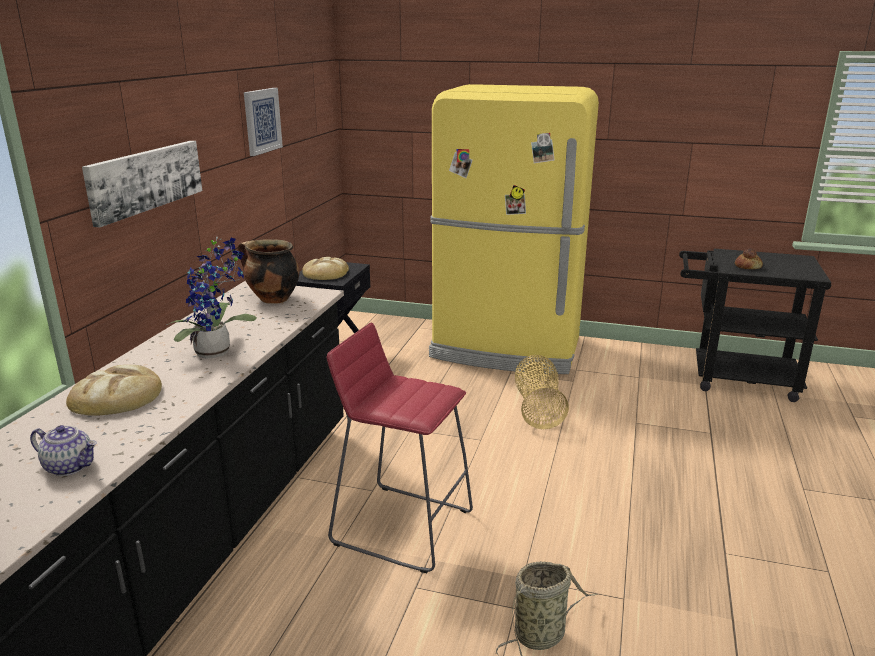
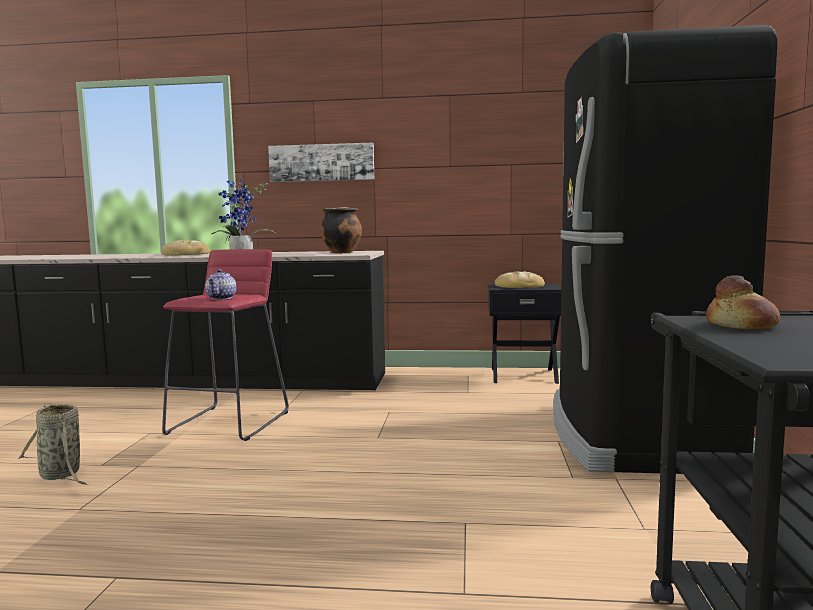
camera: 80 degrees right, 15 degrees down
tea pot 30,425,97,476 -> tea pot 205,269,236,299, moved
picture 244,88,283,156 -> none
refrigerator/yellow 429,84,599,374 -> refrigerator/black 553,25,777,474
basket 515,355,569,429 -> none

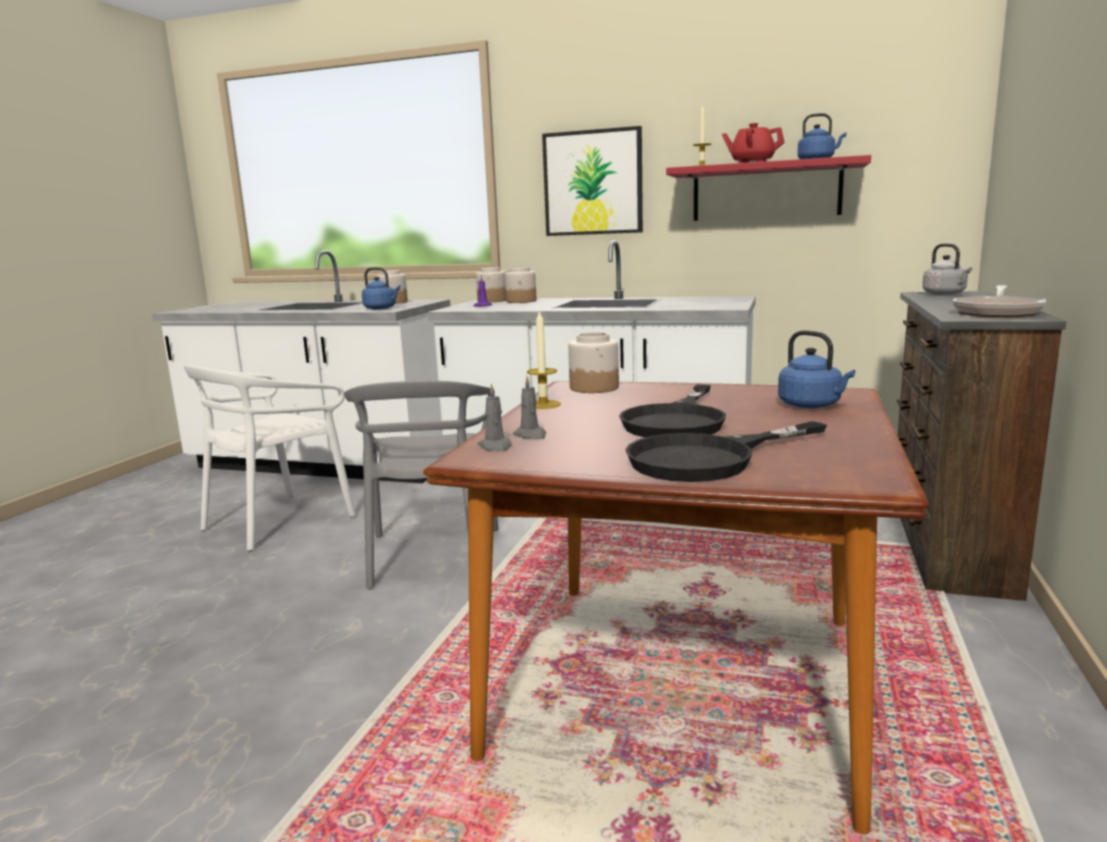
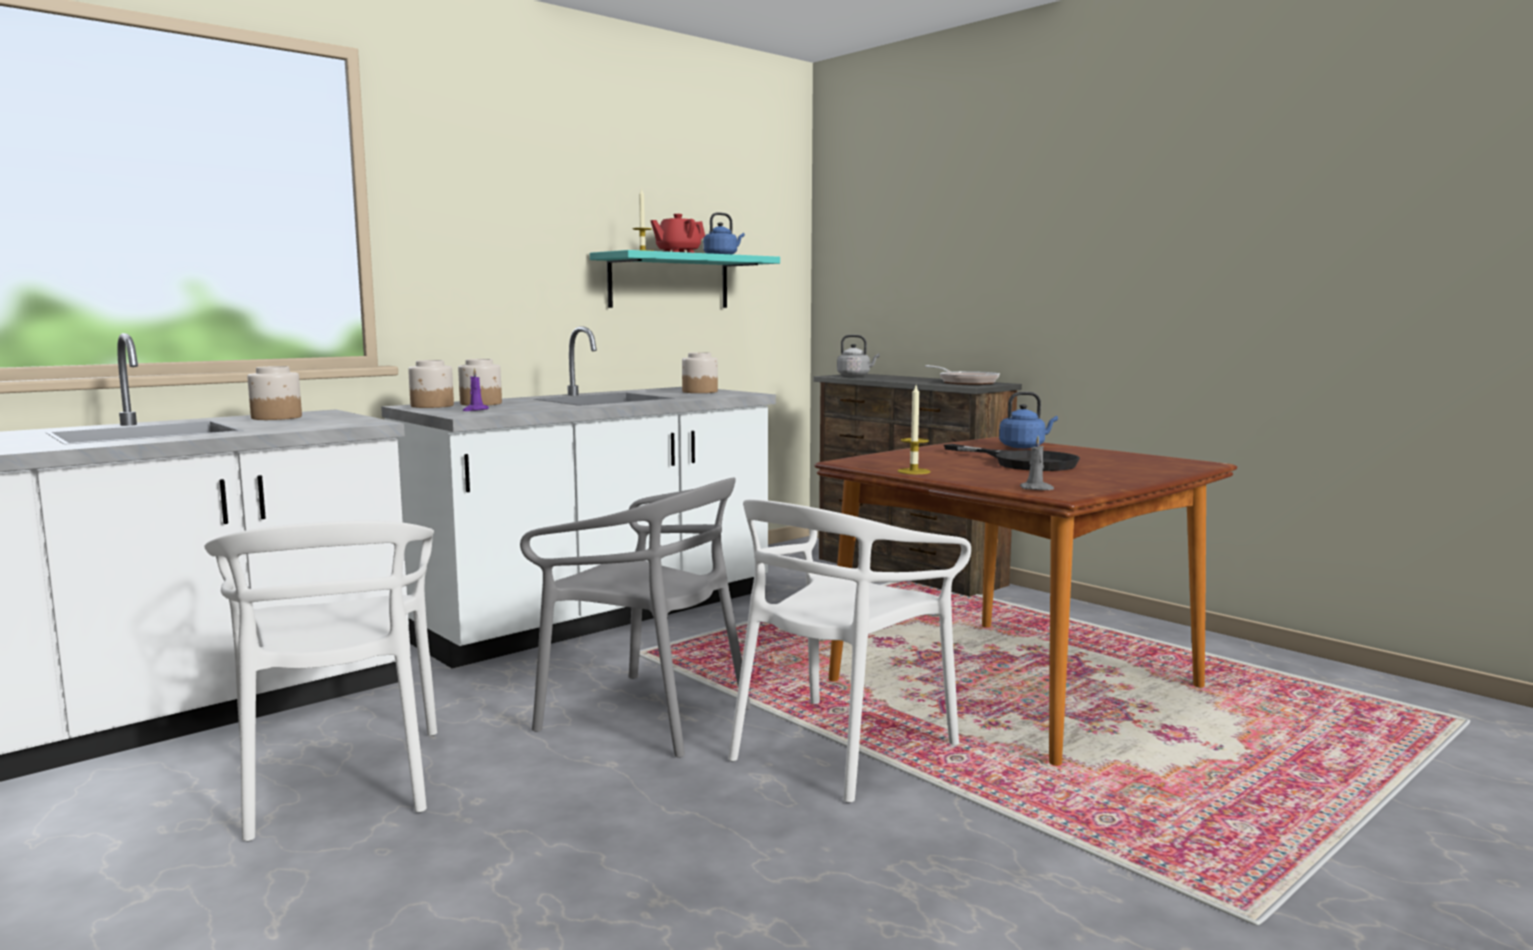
camera: 60 degrees left, 5 degrees down
kettle/blue 362,267,401,310 -> none
wax light/grey 513,375,546,439 -> none
picture 542,126,643,236 -> none
jar 568,332,619,393 -> jar 682,352,718,393, moved
frying pan/black 625,421,827,482 -> none
shelf/reddish 666,155,871,221 -> shelf/blue-green 590,250,780,308
none -> plain chair/white-coloured 728,499,971,803

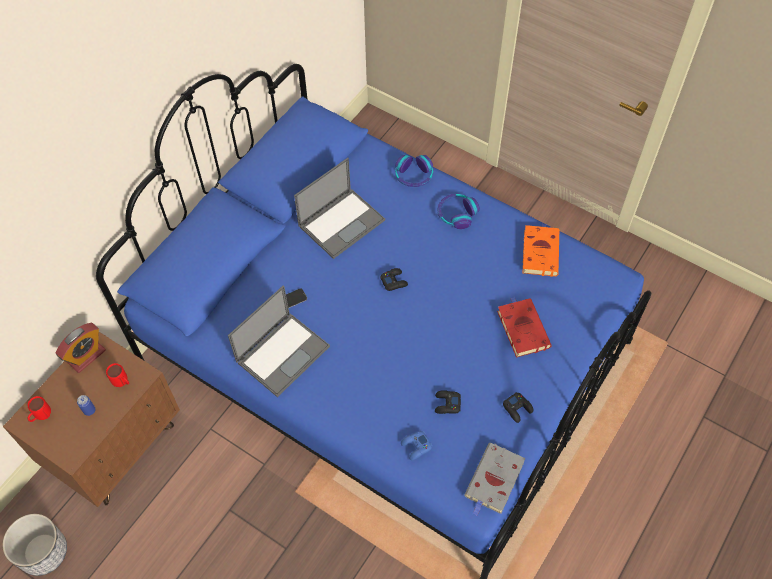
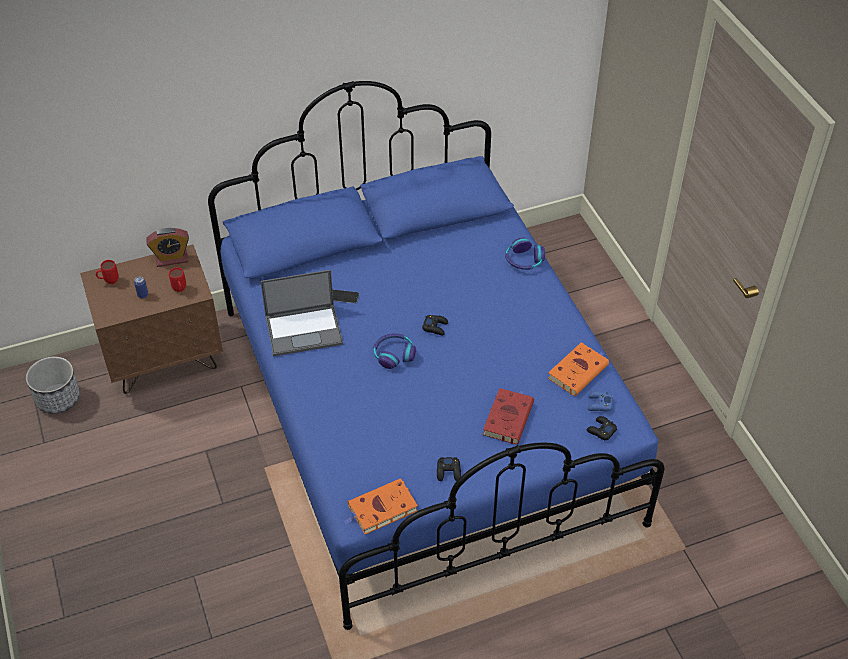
camera: 35 degrees right, 10 degrees down
notebook computer 294,158,385,259 -> none
joypad/blue 401,431,432,460 -> joypad/blue 588,391,613,412, moved
joypad/black 435,390,461,414 -> joypad/black 587,416,617,440, moved
pair of headphones 438,194,480,229 -> pair of headphones 373,333,416,369, moved
volume/grey 464,443,525,516 -> volume/orange-coloured 344,478,418,534

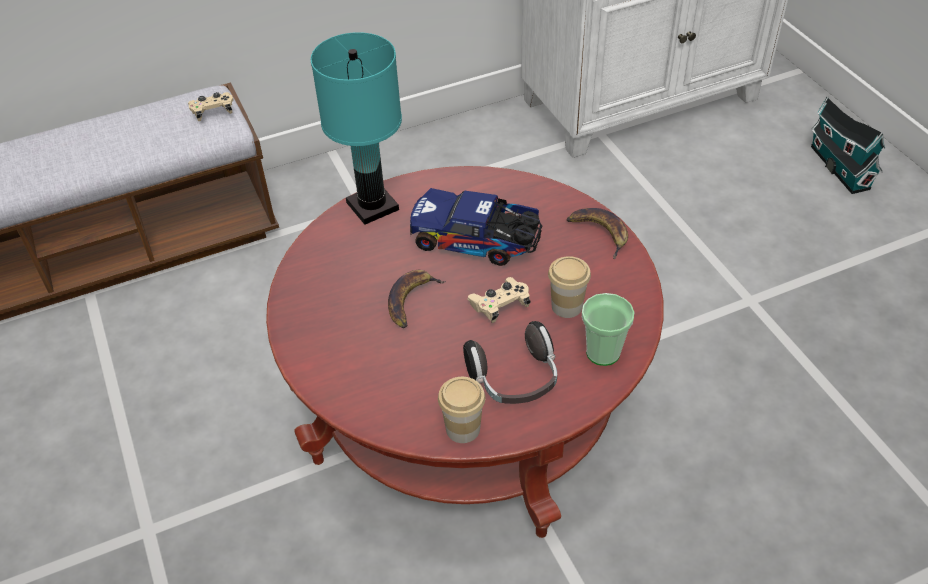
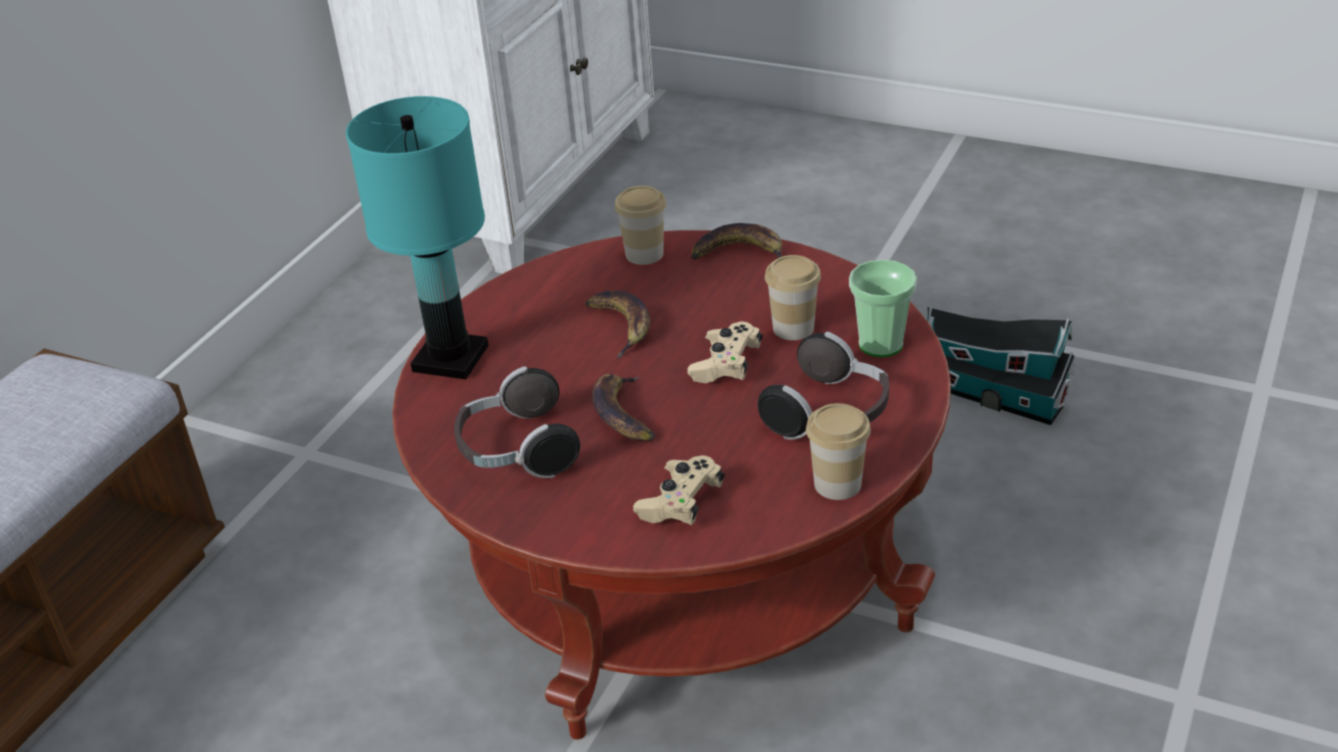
camera: 40 degrees left, 10 degrees down
joypad/beige 188,92,233,121 -> joypad/beige 633,455,725,525, moved
toy truck 410,188,542,266 -> banana fruit 585,291,650,358
miniature house 811,97,885,194 -> miniature house 926,306,1074,425, moved
none -> pair of headphones 454,366,580,478
none -> small cup 615,186,666,265

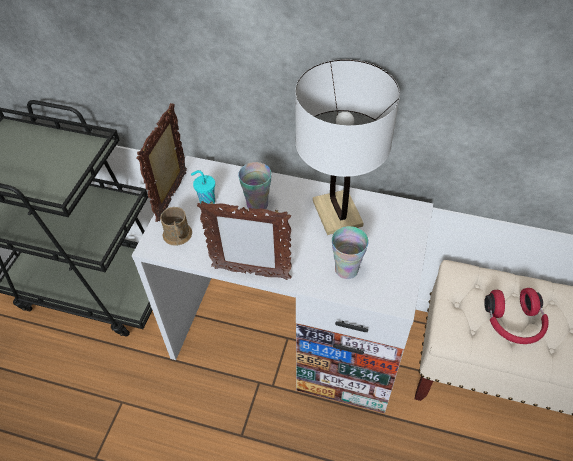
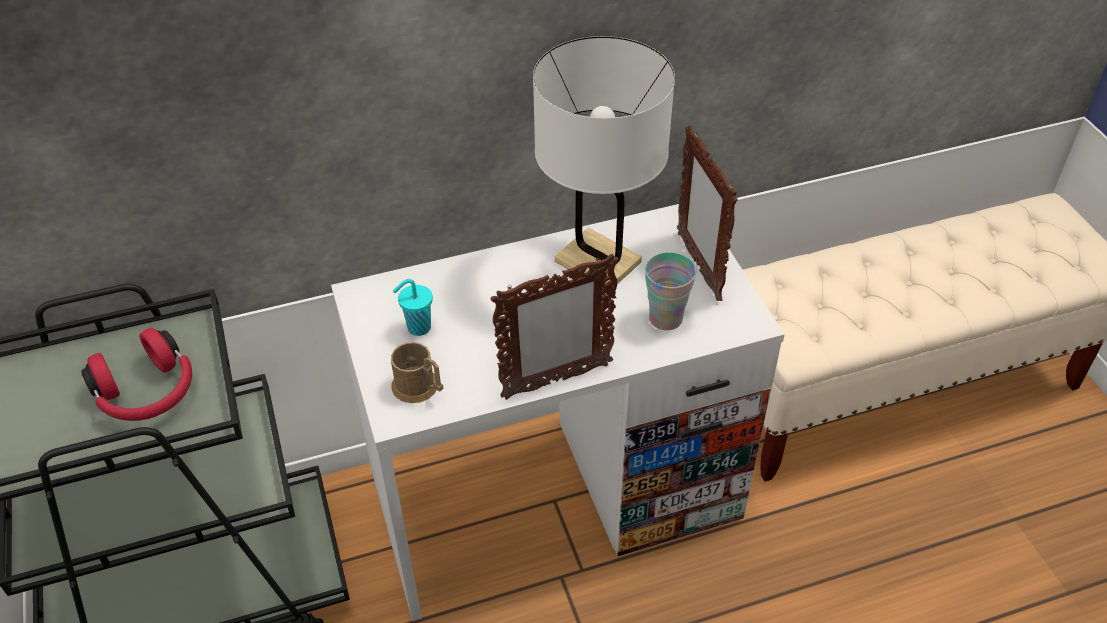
camera: 35 degrees left, 5 degrees down
standing frame 136,103,187,222 -> standing frame 677,125,738,301, moved
small cup 238,162,272,209 -> none
pair of headphones/reddish 484,288,549,344 -> pair of headphones/reddish 81,328,192,421, moved

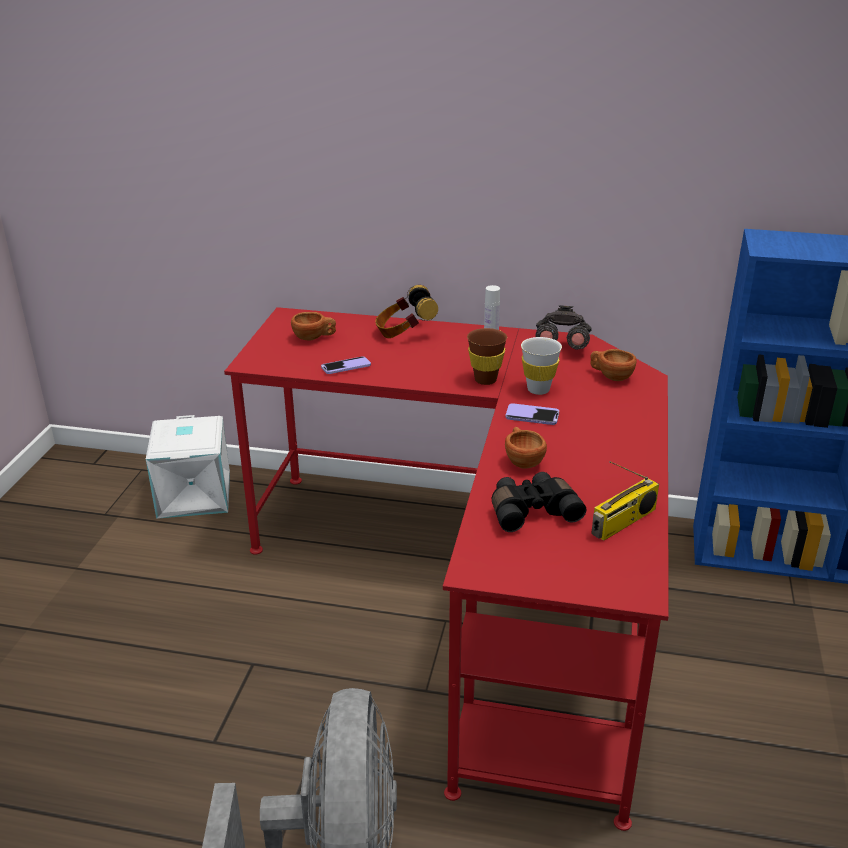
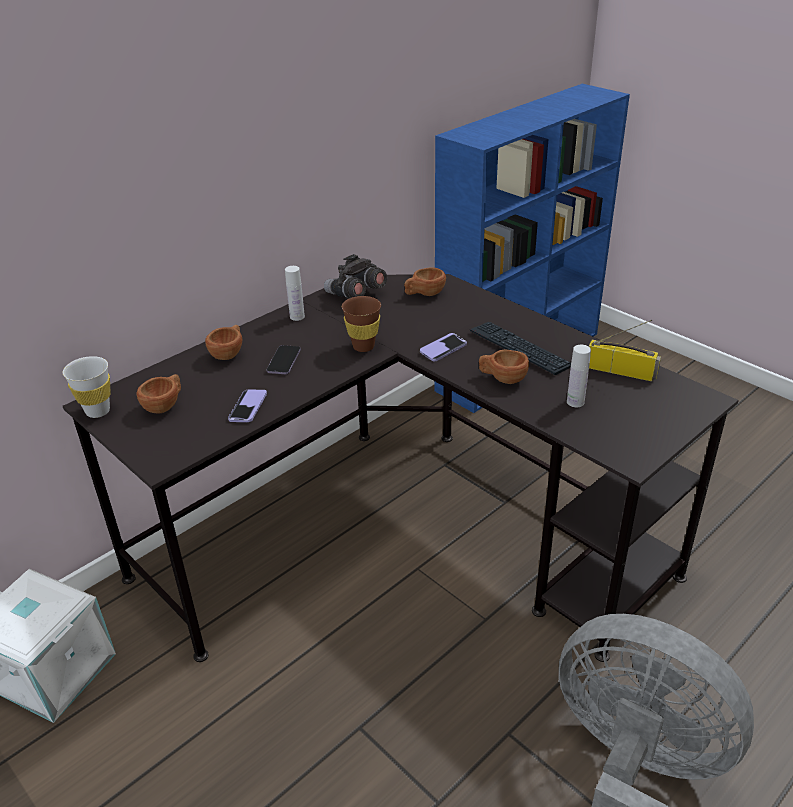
camera: 55 degrees left, 5 degrees up
desk unit/reddish 224,307,669,831 -> desk unit/black 63,274,739,662
pair of headphones 375,285,438,338 -> small cup/brownish 205,325,242,360
pair of binoculars/black 492,472,586,532 -> beverage bottle/white-coloured 567,345,591,407
small cup/white-coloured 521,337,562,395 -> small cup/white-coloured 63,356,111,418, moved
radio 591,461,659,541 -> radio 589,320,661,381, 60 degrees counterclockwise
none -> telephone 266,345,301,374
none -> computer keyboard 470,322,571,375

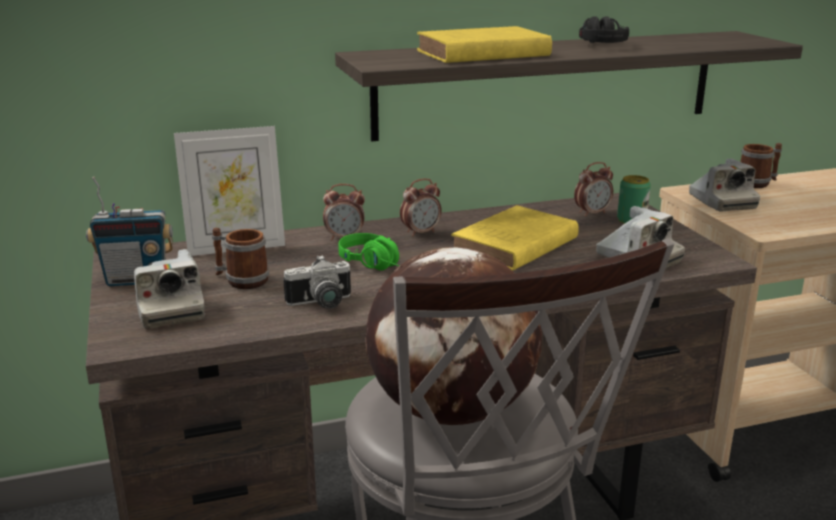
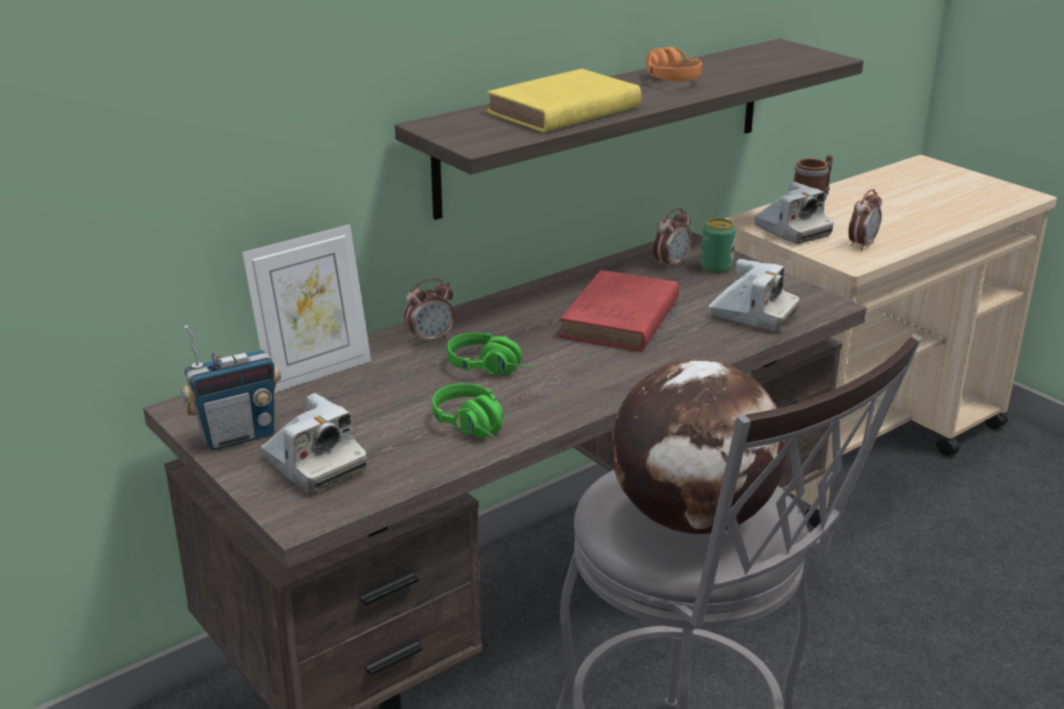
camera: 20 degrees left, 5 degrees up
tea mug 212,228,269,289 -> none
photo camera 283,255,351,309 -> pair of headphones/green-coloured 432,383,503,439
alarm clock 400,178,441,237 -> alarm clock 848,189,882,250, moved
volume/yellow 451,205,579,271 -> volume/reddish 559,270,679,352
pair of headphones/black 579,16,629,43 -> pair of headphones/orange-coloured 646,47,702,82

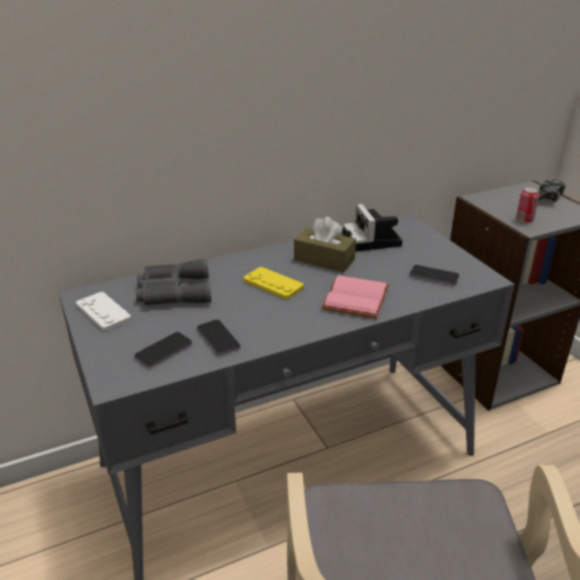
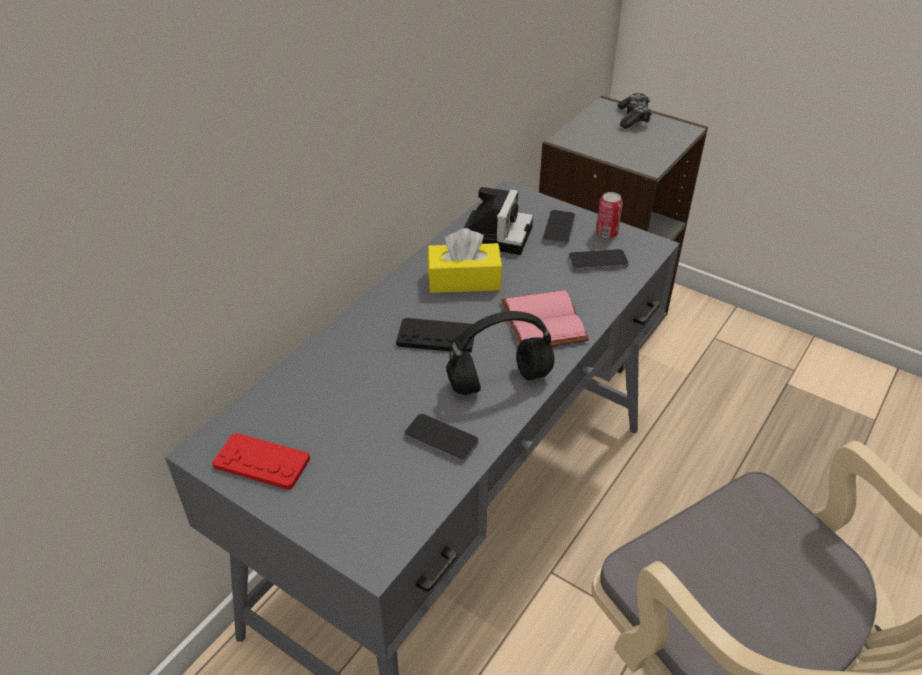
camera: 30 degrees left, 10 degrees up
joypad/white-coloured 76,292,132,331 -> joypad/reddish 212,433,310,490
telephone 134,332,192,368 -> telephone 543,210,575,244, moved
pair of binoculars/grey 136,259,211,305 -> none
joypad/yellow 243,267,304,299 -> joypad/black 396,318,474,353
tissue box/brownish 294,217,356,272 -> tissue box/yellow 427,228,502,293
photo camera 343,204,402,252 -> photo camera 463,187,533,255, 120 degrees counterclockwise
can 516,187,539,223 -> can 596,192,623,238, moved
none -> pair of headphones/black 446,311,555,395

